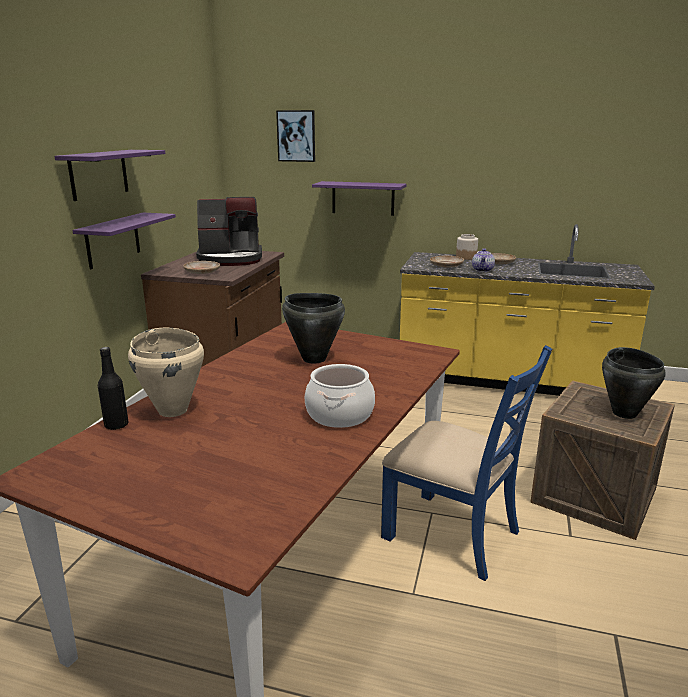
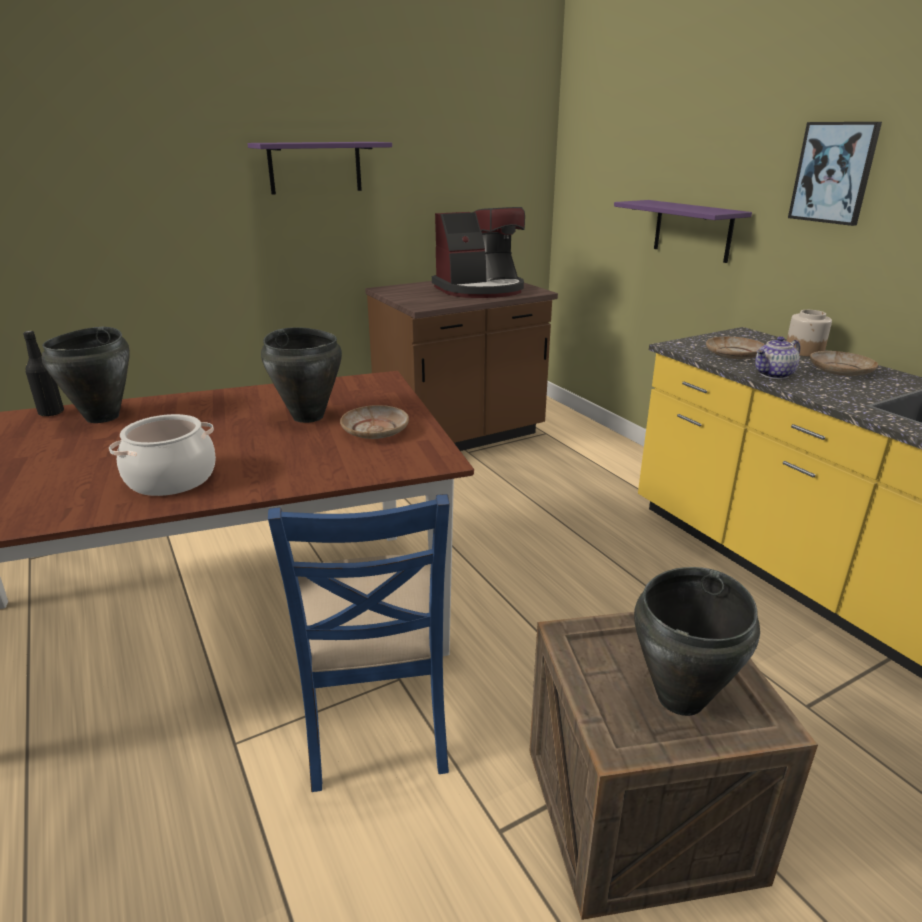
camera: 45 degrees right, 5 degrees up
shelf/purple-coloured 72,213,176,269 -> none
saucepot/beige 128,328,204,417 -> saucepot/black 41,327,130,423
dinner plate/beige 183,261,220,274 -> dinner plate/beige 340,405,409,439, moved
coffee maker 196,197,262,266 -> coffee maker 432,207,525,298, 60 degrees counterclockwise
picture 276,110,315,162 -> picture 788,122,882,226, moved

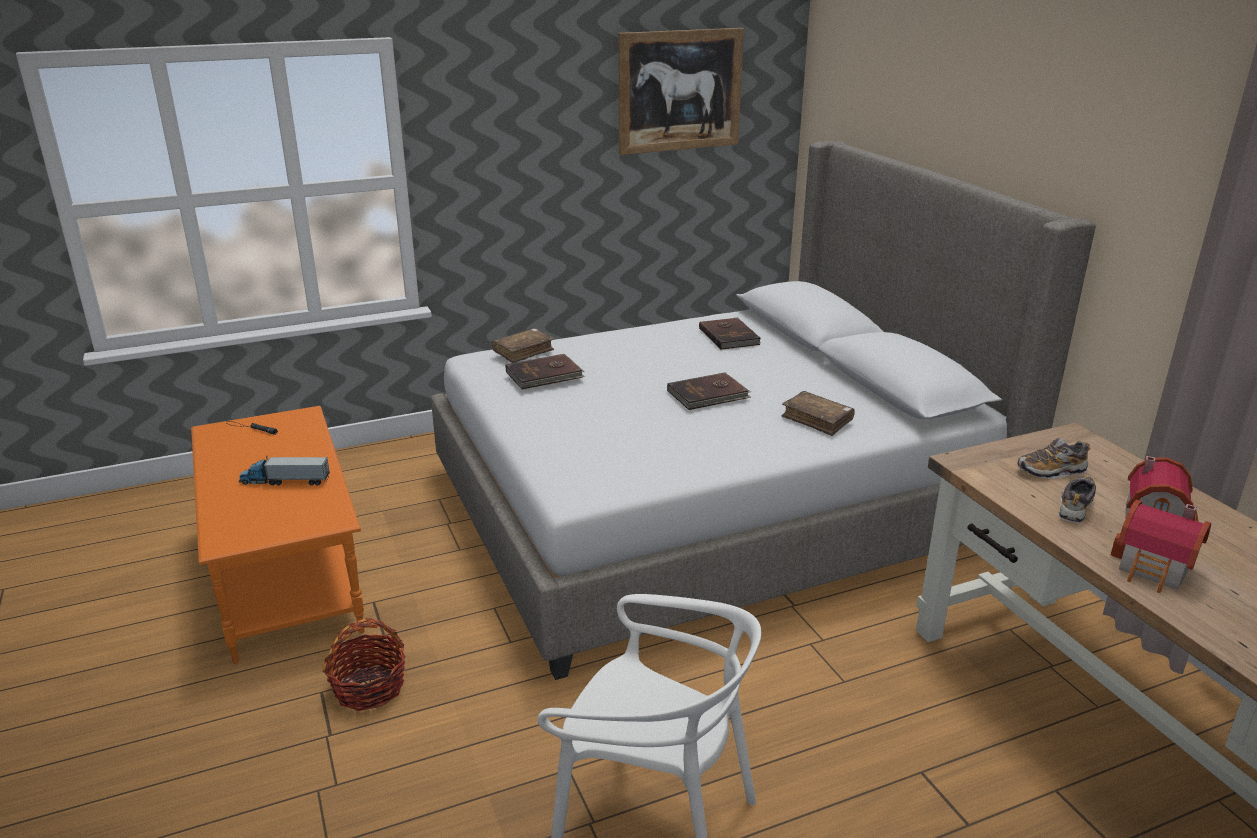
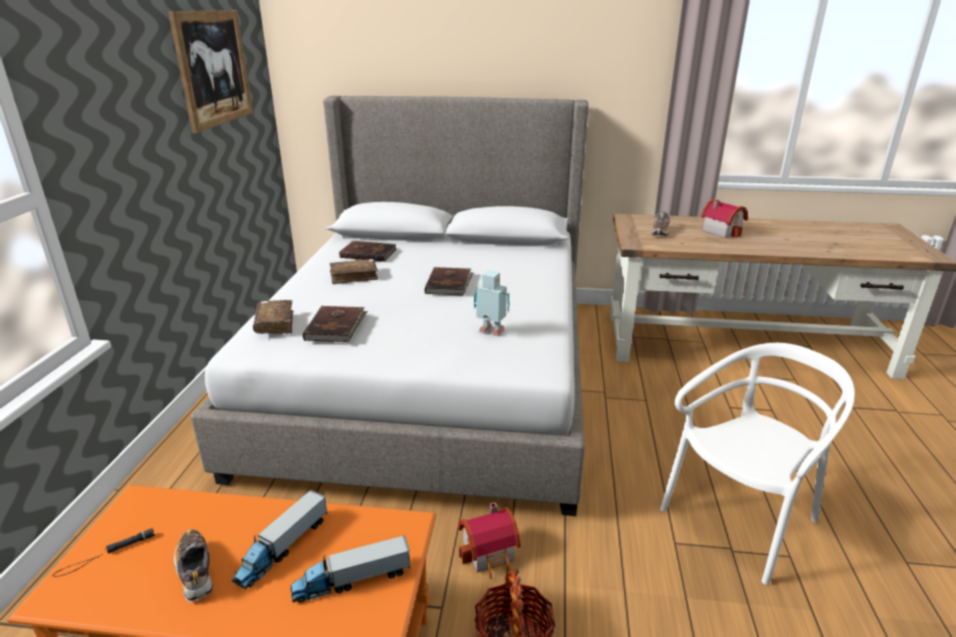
camera: 60 degrees left, 0 degrees up
volume/brownish 781,391,855,436 -> volume/brownish 330,259,378,284, moved
low shoe 1059,476,1096,523 -> low shoe 174,529,213,602, moved
miniature house 1111,500,1211,593 -> miniature house 458,502,521,579, moved
none -> toy truck 291,535,410,603
none -> robot figure 474,270,510,336

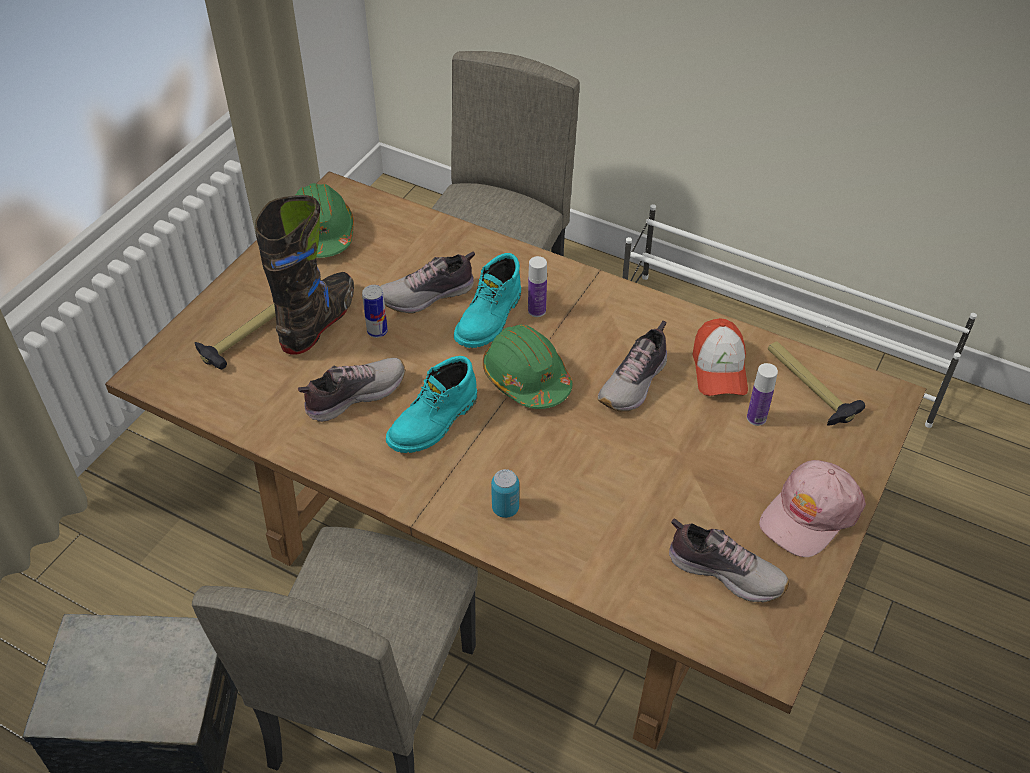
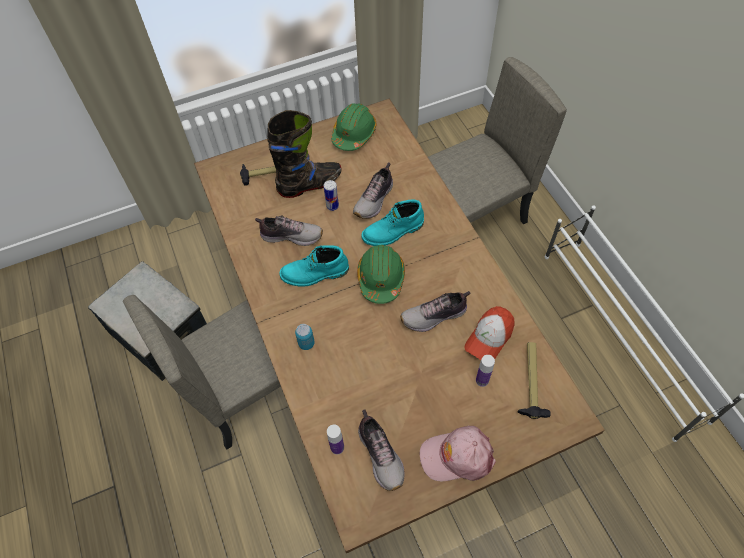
camera: 40 degrees right, 10 degrees up
low shoe 380,252,475,313 -> low shoe 353,162,393,219, 75 degrees counterclockwise
beverage bottle 528,256,547,317 -> beverage bottle 327,425,344,454, moved

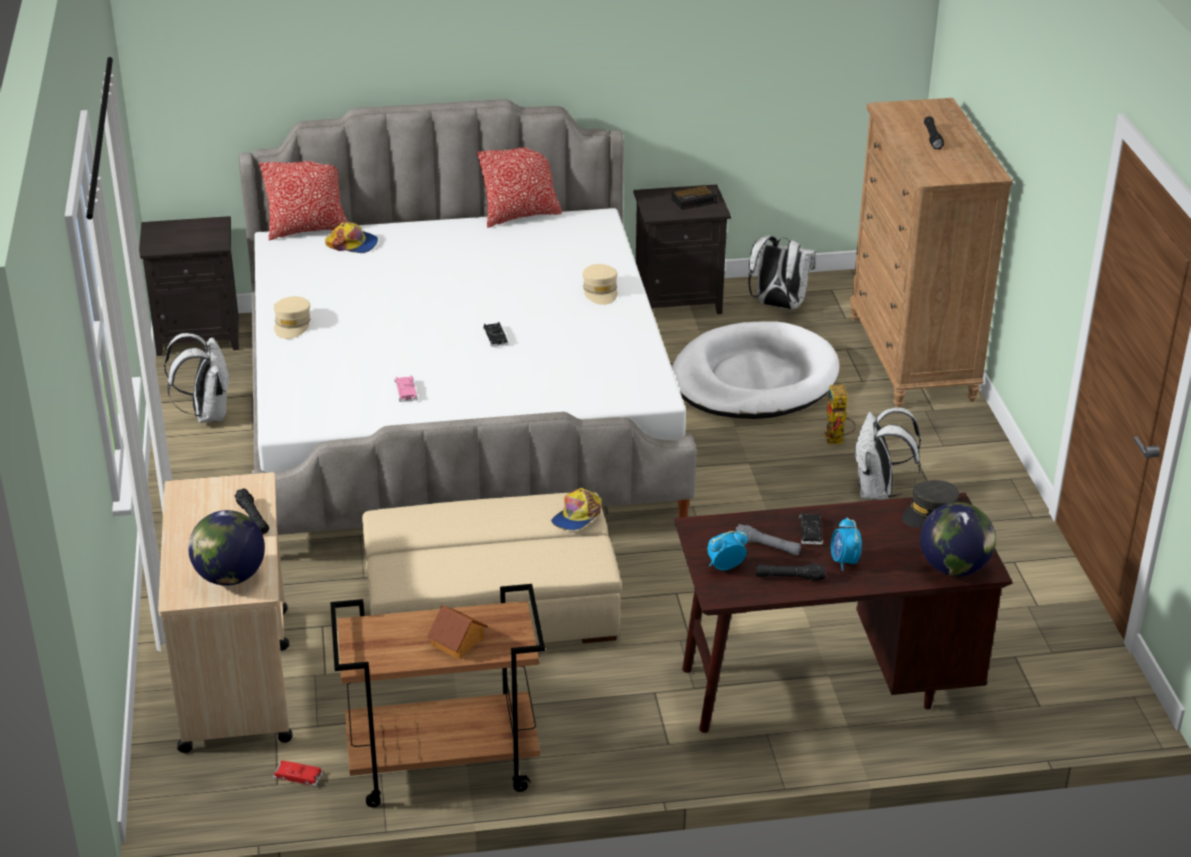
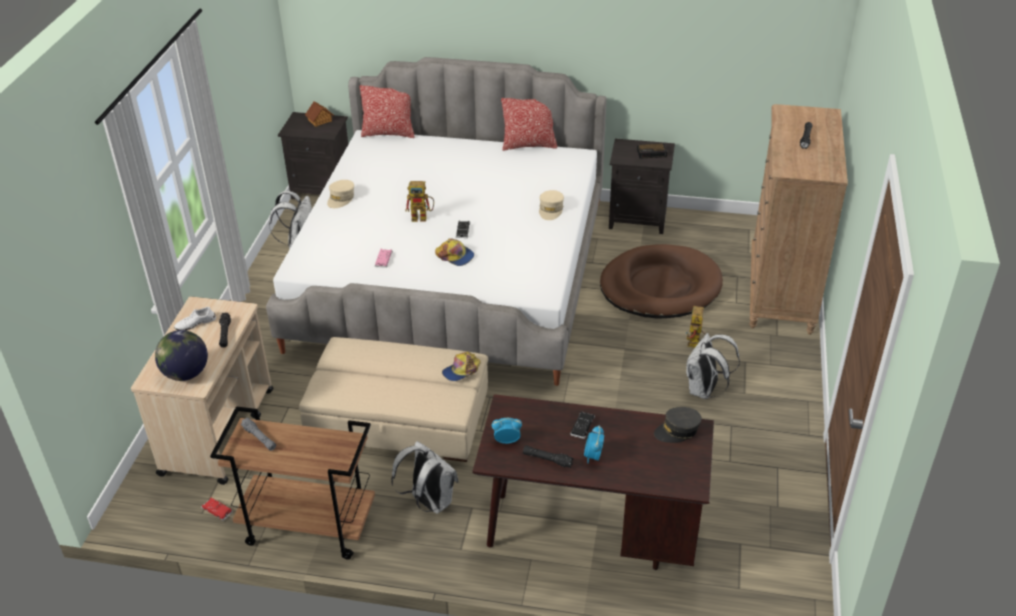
camera: 20 degrees right, 5 degrees up
peaked cap 325,222,378,253 -> peaked cap 435,239,474,266, moved
miniature house 427,605,488,659 -> miniature house 305,101,334,127, moved
pet bed/white-coloured 672,321,839,419 -> pet bed/brownish 600,244,723,319
hand torch/grey 736,524,801,556 -> hand torch/grey 241,417,276,451, moved
knapsack/white-coloured 748,235,816,310 -> knapsack/white-coloured 391,441,459,514, moved
world globe 920,502,996,576 -> none
none -> low shoe/white-coloured 174,307,216,331
none -> robot figure 405,181,434,222

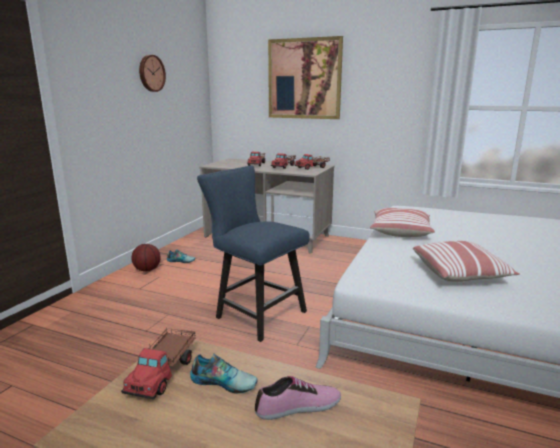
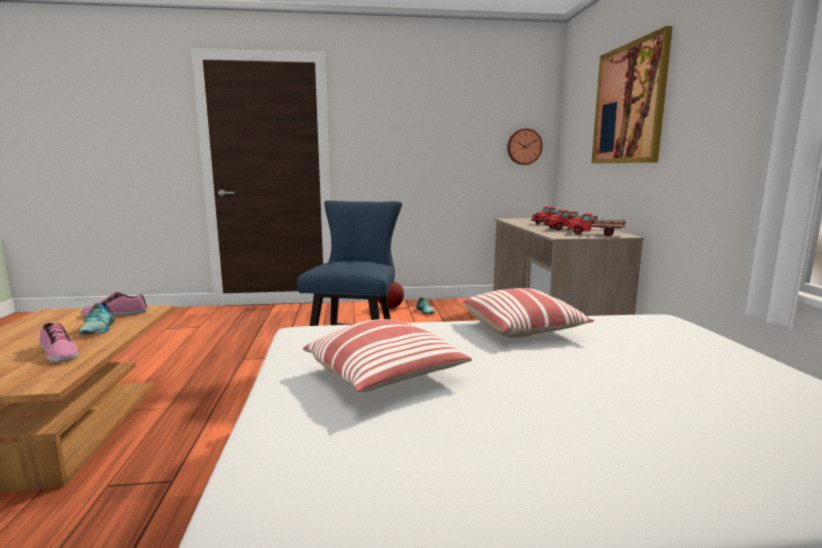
camera: 60 degrees right, 5 degrees down
toy truck 121,328,196,400 -> low shoe 81,292,147,317
wall clock 139,55,166,92 -> wall clock 507,128,543,165, moved

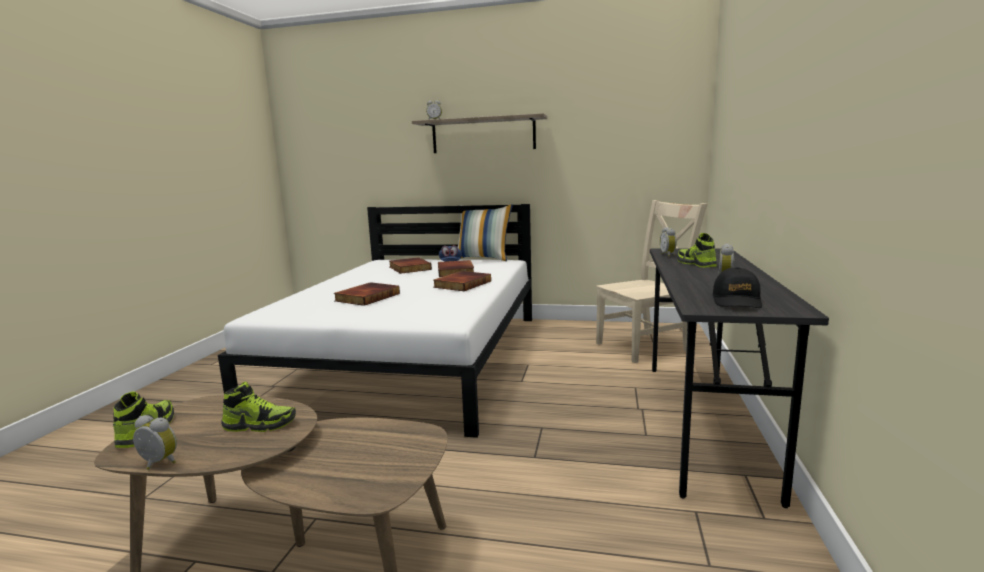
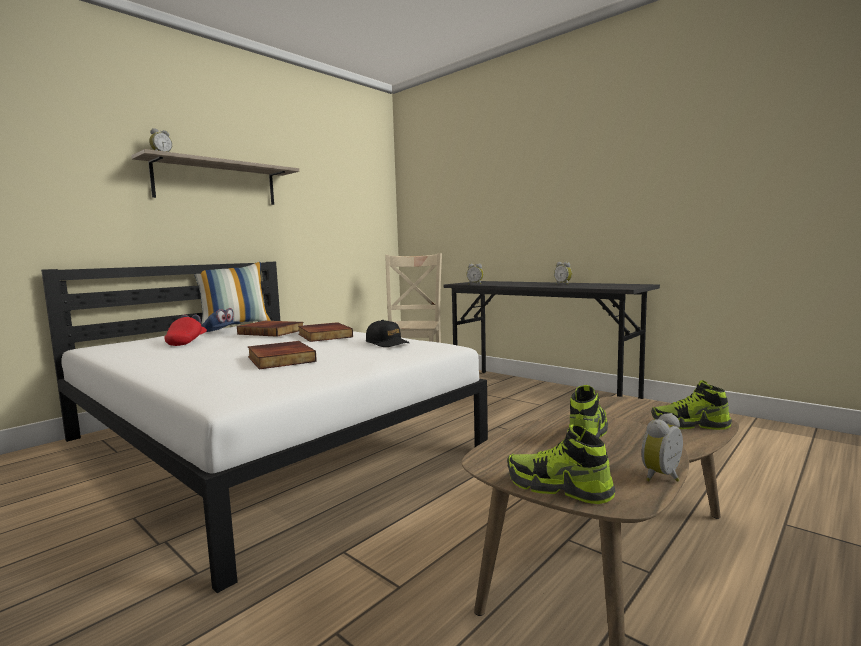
camera: 60 degrees left, 5 degrees down
volume 390,257,432,274 -> peaked cap/reddish 164,314,207,346
low shoe 677,233,717,268 -> low shoe 651,380,732,430, moved
peaked cap/black 712,267,762,308 -> peaked cap/black 366,320,410,347, moved

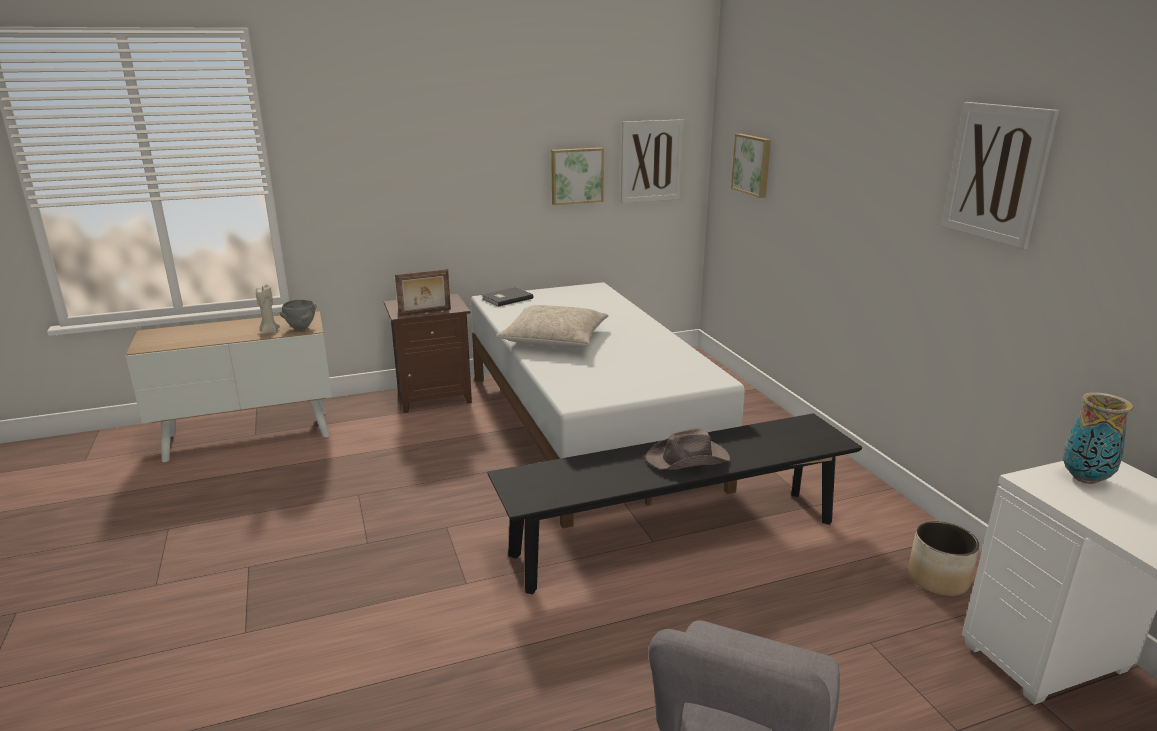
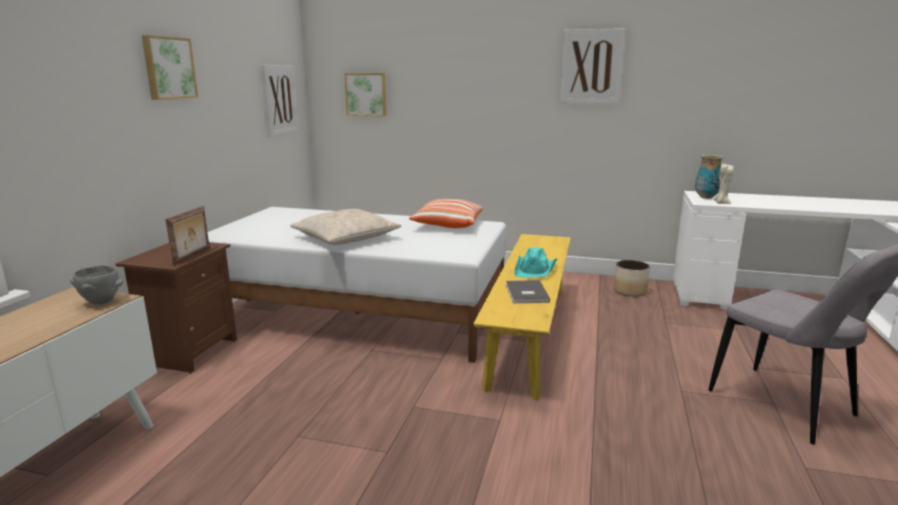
camera: 55 degrees left, 5 degrees down
wax light/beige 256,284,280,334 -> wax light/beige 714,164,734,204, moved
volume/grey 482,287,533,307 -> volume/grey 506,280,550,303, moved
bench/black 487,413,862,594 -> bench/yellow 473,234,571,400
picture 551,148,604,205 -> picture 142,35,198,100, moved
wearable hat/brownish 645,428,730,470 -> wearable hat/blue-green 514,248,557,278
none -> pillow 409,199,483,228

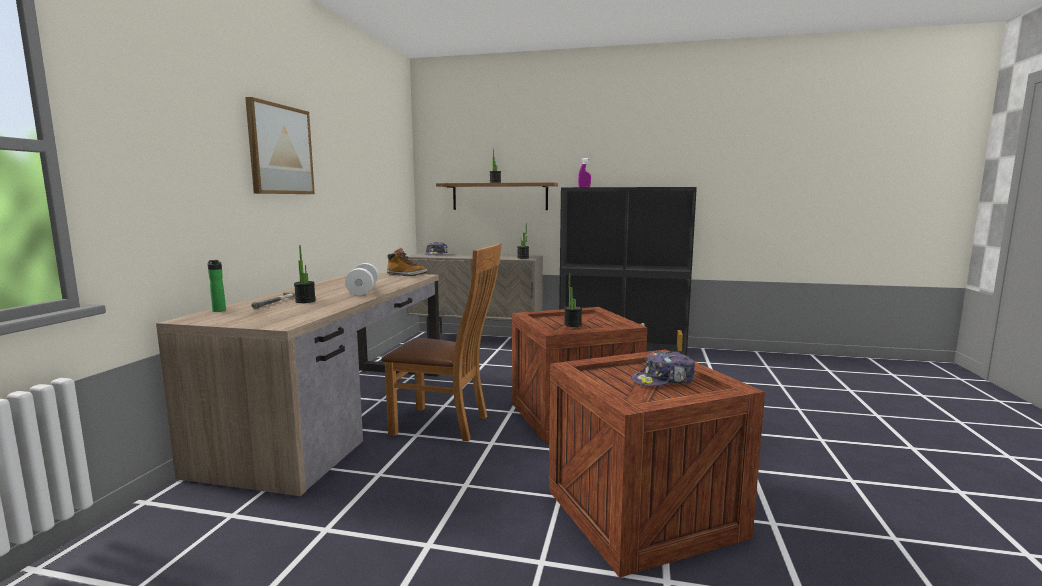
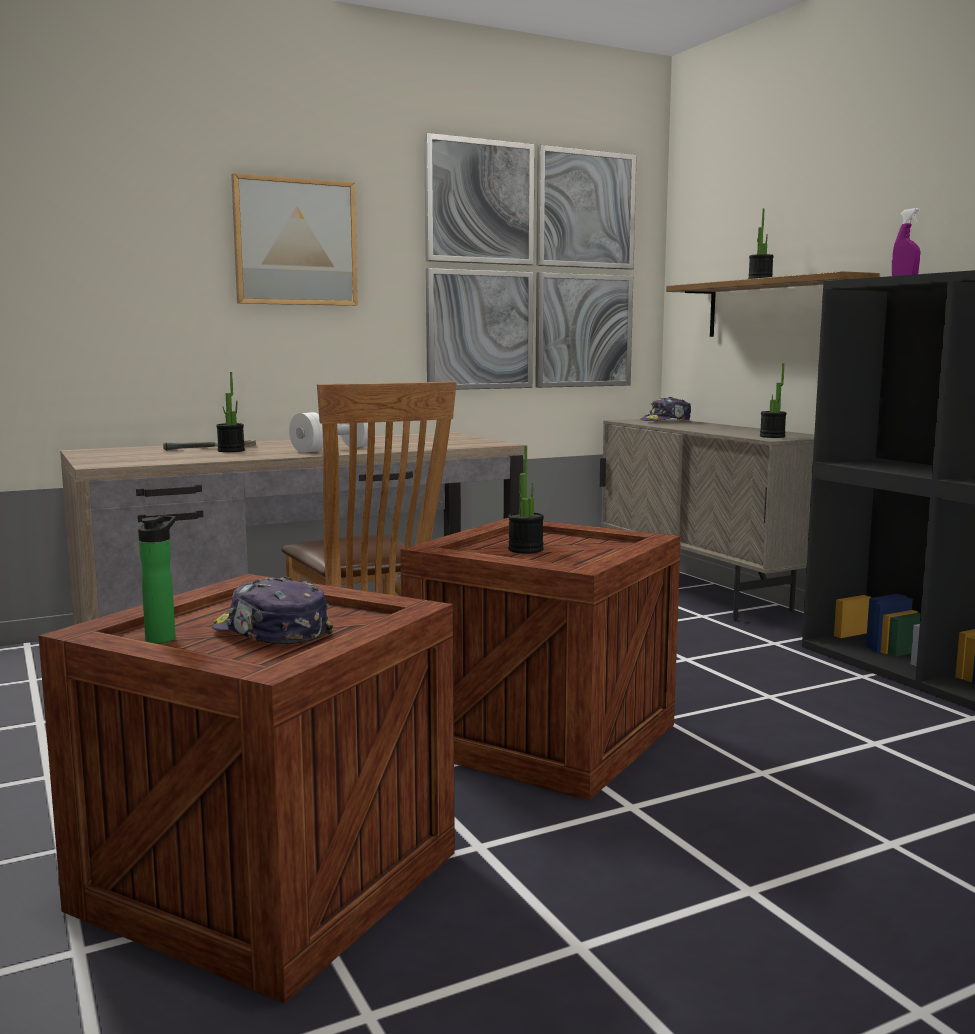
camera: 50 degrees right, 0 degrees up
beverage bottle 207,260,226,312 -> beverage bottle 138,516,176,644, moved
boot 386,248,427,276 -> none
none -> picture 424,133,637,390

